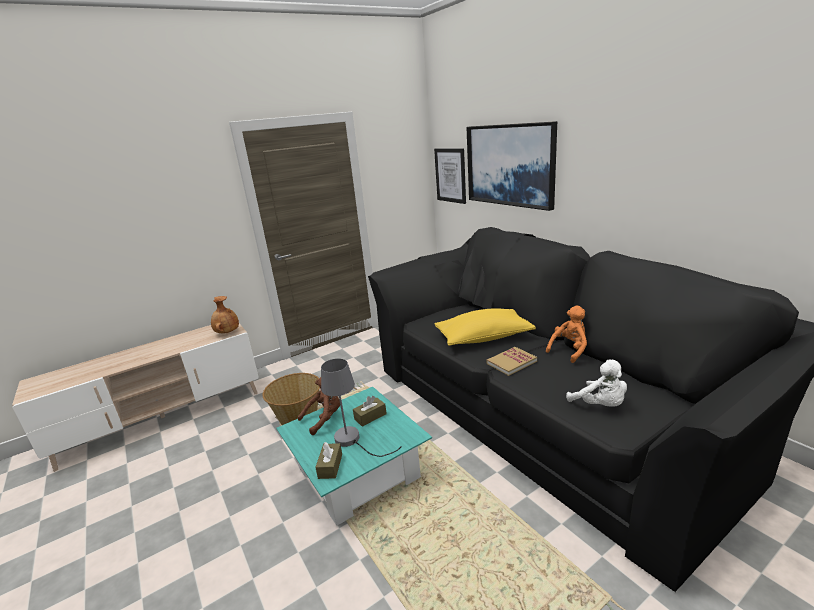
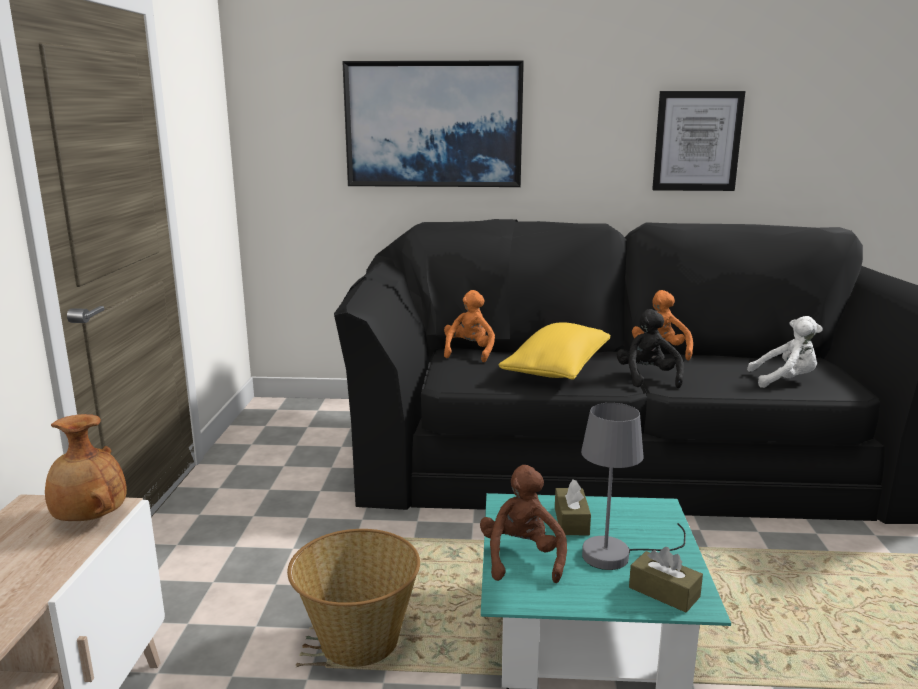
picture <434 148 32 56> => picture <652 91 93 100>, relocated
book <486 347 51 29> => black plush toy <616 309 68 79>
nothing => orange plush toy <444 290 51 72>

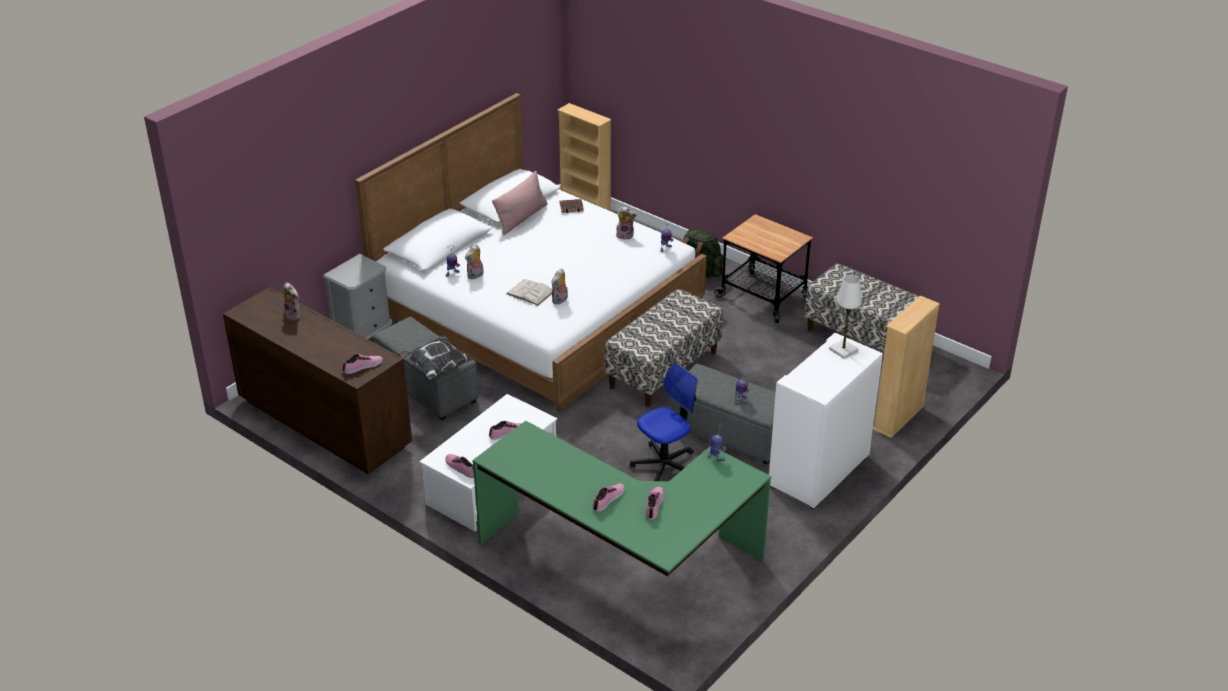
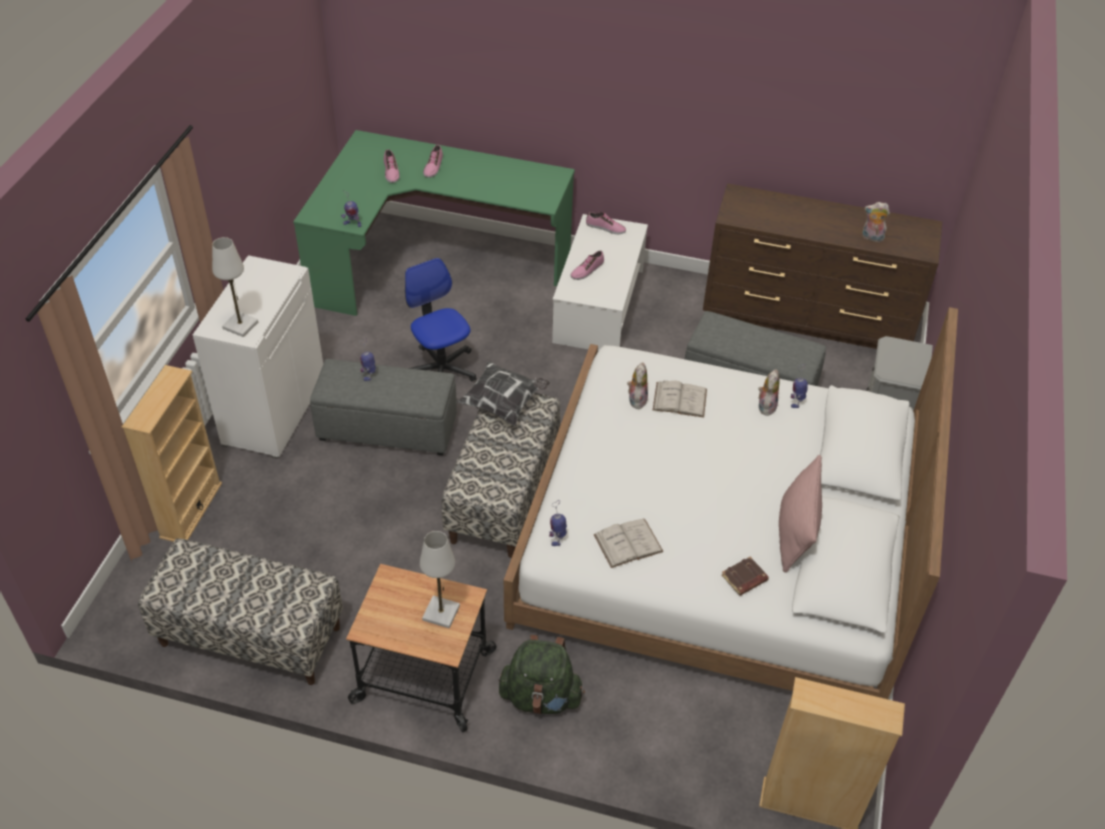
plush toy <616 206 21 34> => white book <593 519 71 49>
pillow <397 335 77 45> => pillow <456 361 94 65>, relocated
shoe <343 354 40 20> => nothing
office chair <630 363 67 118> => office chair <405 258 72 124>, 120 degrees clockwise
nothing => white table lamp <420 531 40 97>

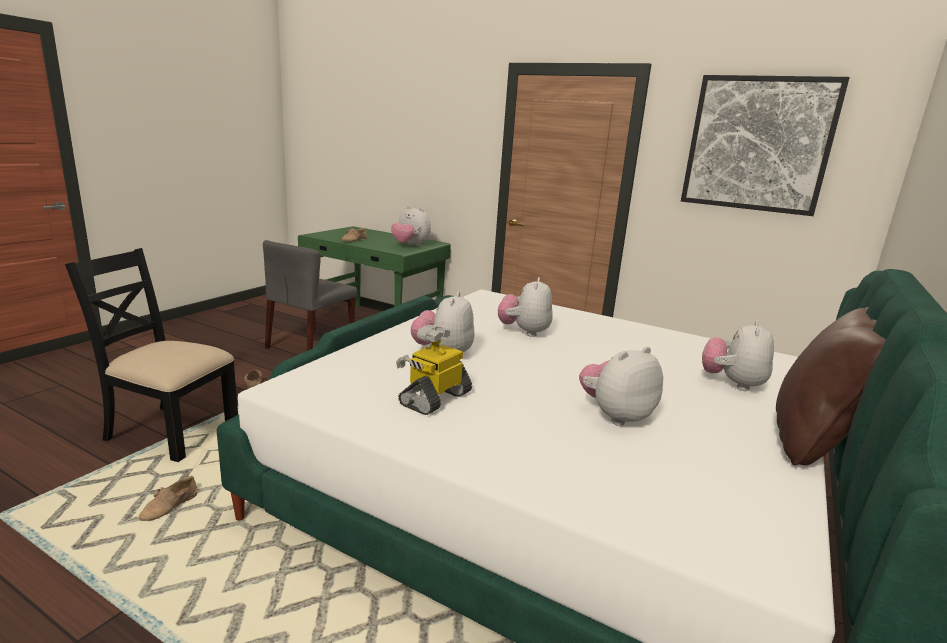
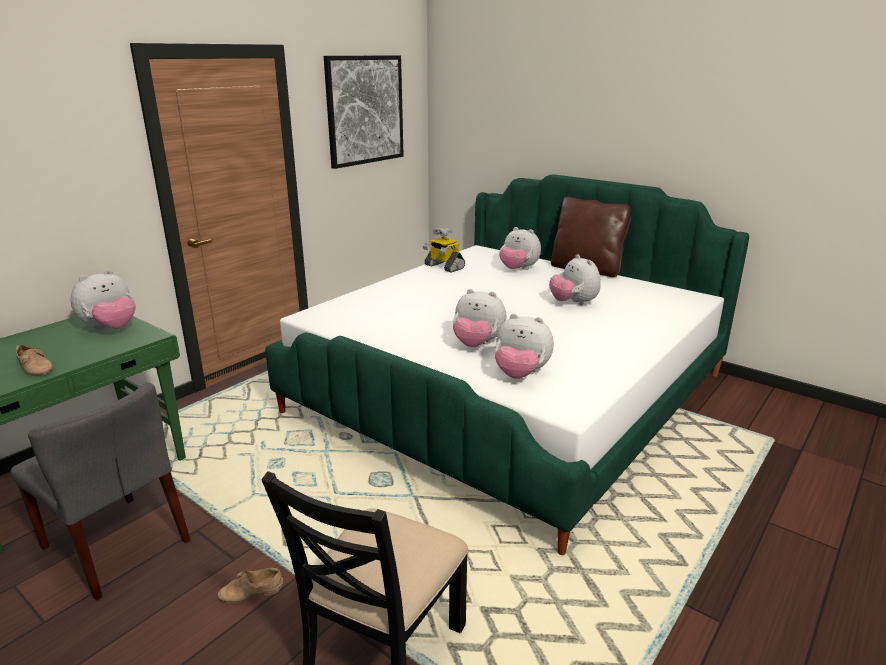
plush toy <498 277 55 60> => plush toy <495 314 59 65>, relocated
toy robot <396 325 76 90> => toy robot <423 227 42 46>, relocated
beige shoe <139 476 59 45> => nothing

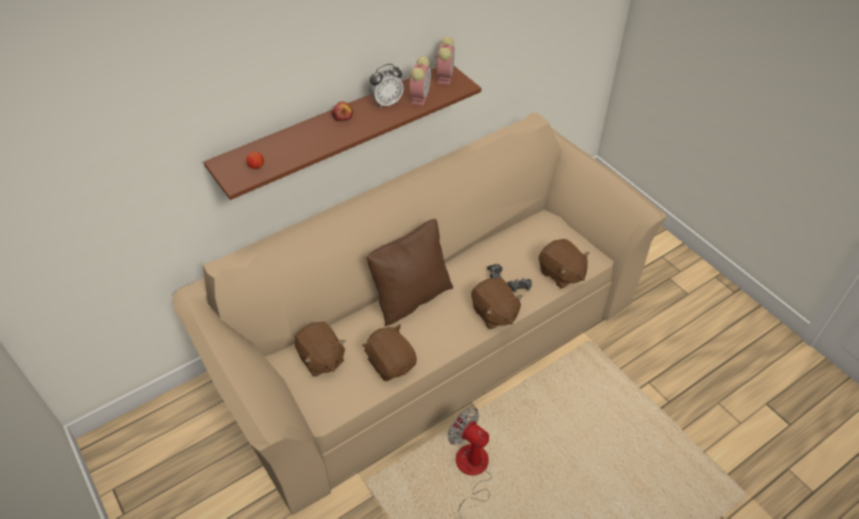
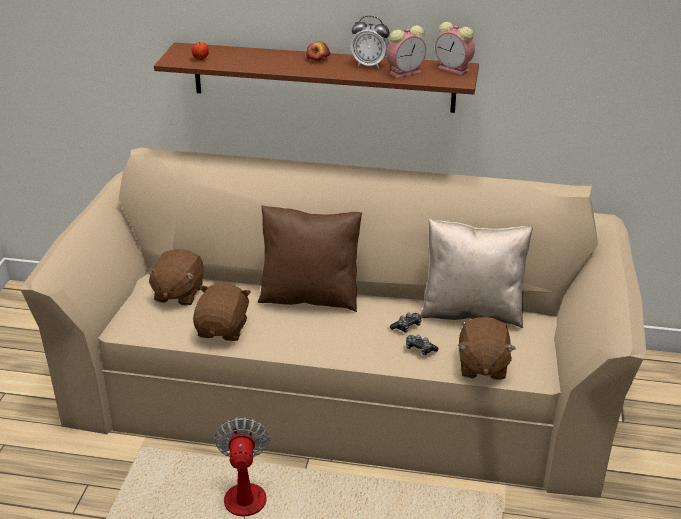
alarm clock <435 37 20 48> => alarm clock <435 22 40 53>, 75 degrees clockwise
brown plush toy <471 278 52 51> => nothing
nothing => beige pillow <420 219 113 109>

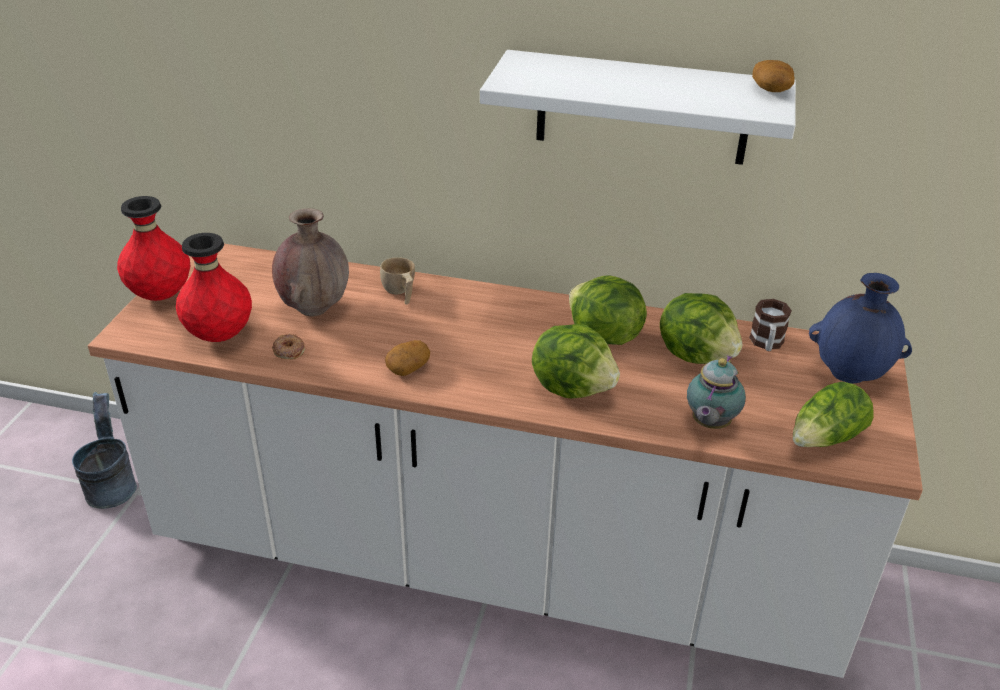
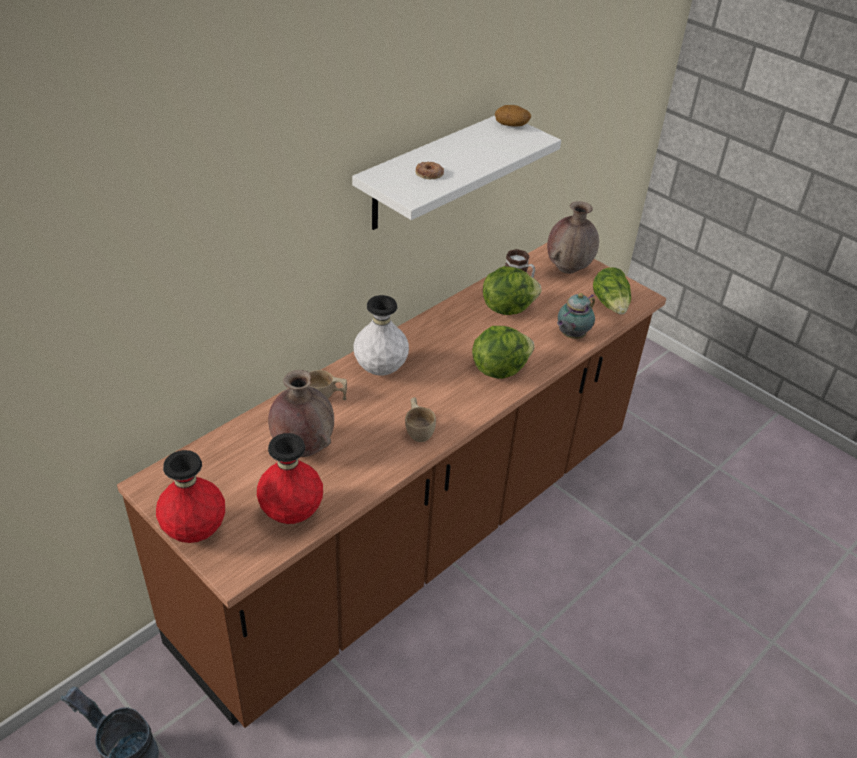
white counter <88 244 835 434> => brown counter <117 243 549 485>
blue vase <809 273 103 111> => brown vase <547 201 52 73>
lettuce <569 275 78 70> => nothing
donut <272 334 33 25> => donut <416 162 28 17>, relocated
potato <385 340 45 36> => beige cup <405 397 31 45>
teapot <687 355 59 74> => teapot <557 293 38 46>, 75 degrees clockwise
nothing => white vase <354 295 55 80>

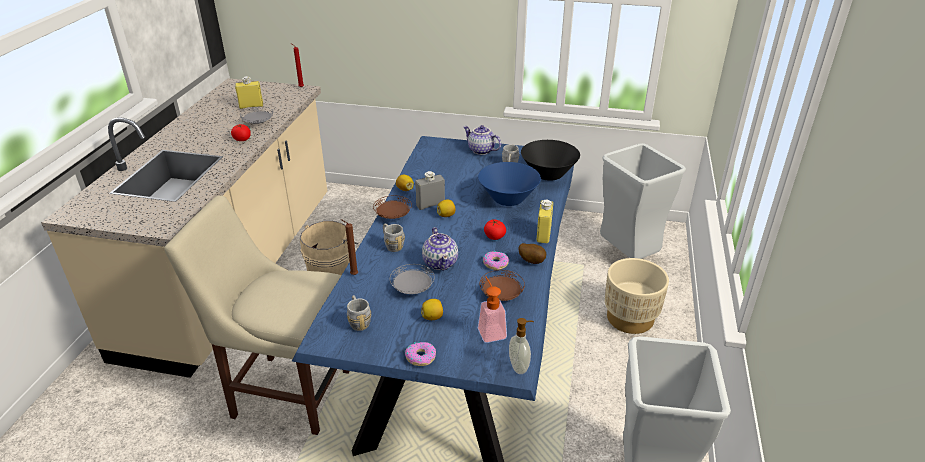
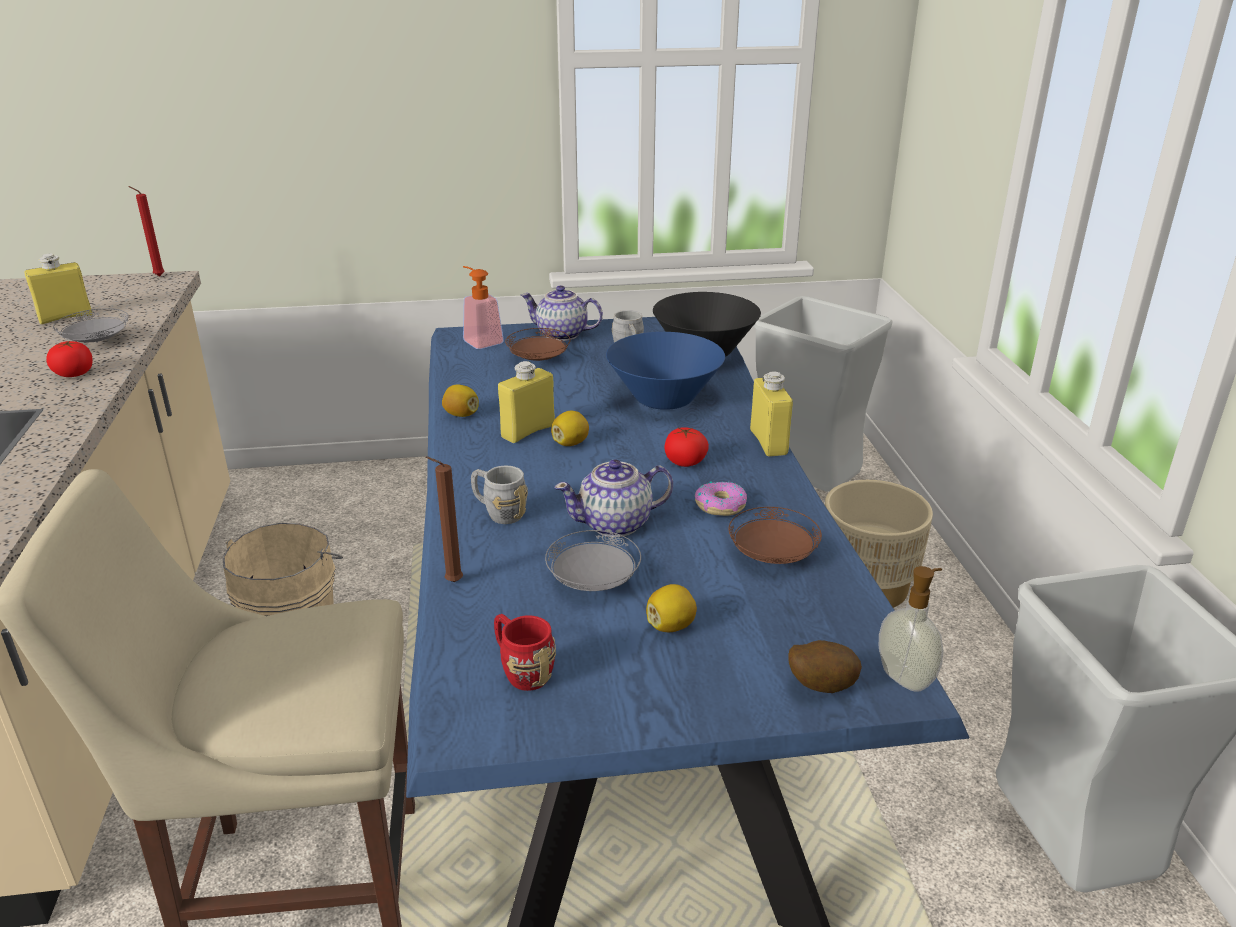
grey bottle <415 171 30 39> => yellow bottle <498 361 57 82>
brown plate <373 195 39 24> => brown plate <505 328 66 33>, relocated
teapot <422 227 36 44> => teapot <554 460 119 77>, 105 degrees clockwise
potato <519 243 27 21> => potato <788 640 74 53>, relocated
soap dispenser <478 277 29 66> => soap dispenser <463 266 41 83>, relocated
grey mug <347 295 24 36> => red mug <494 614 62 77>
donut <405 342 31 24> => nothing

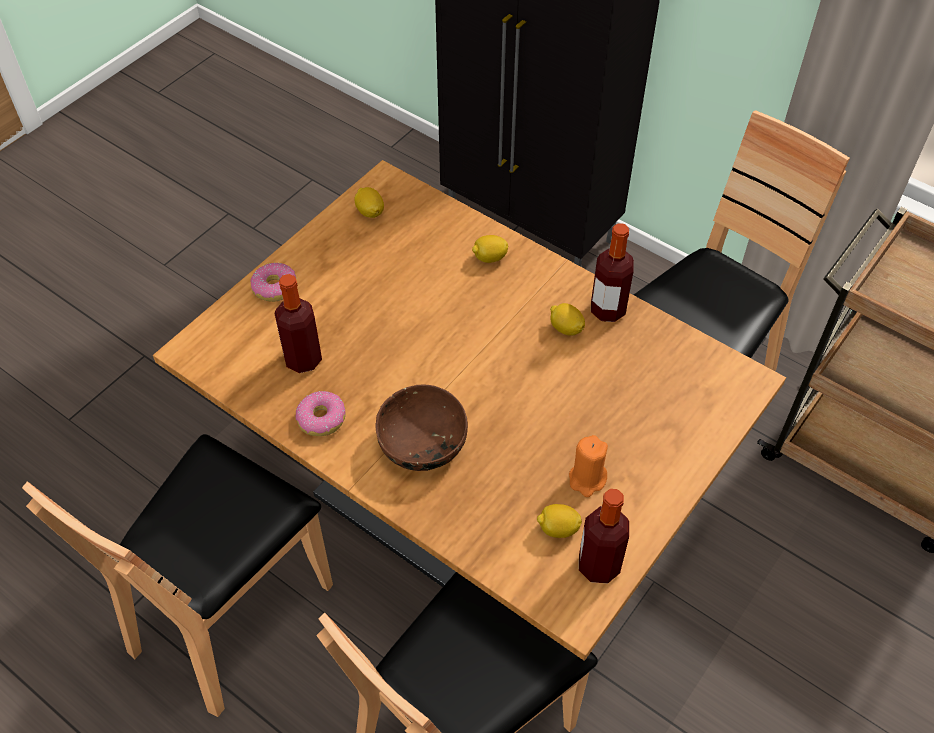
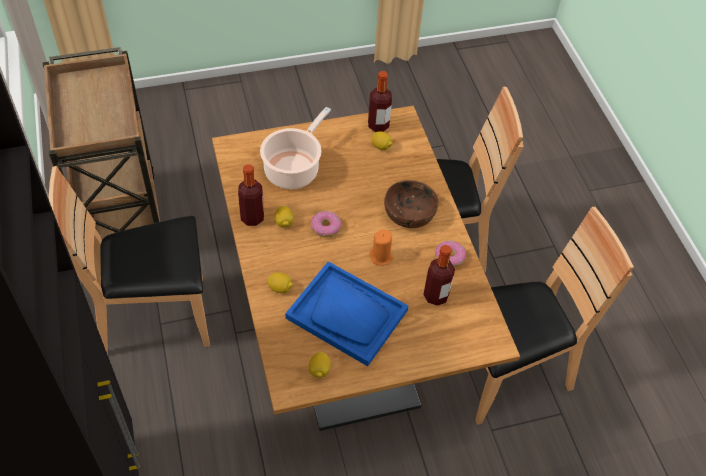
donut <250 263 46 39> => donut <311 211 31 27>, relocated
orange candle <569 435 39 62> => orange candle <369 230 24 35>, relocated
nothing => cooking pot <260 107 71 82>
nothing => blue tray <285 262 124 104>

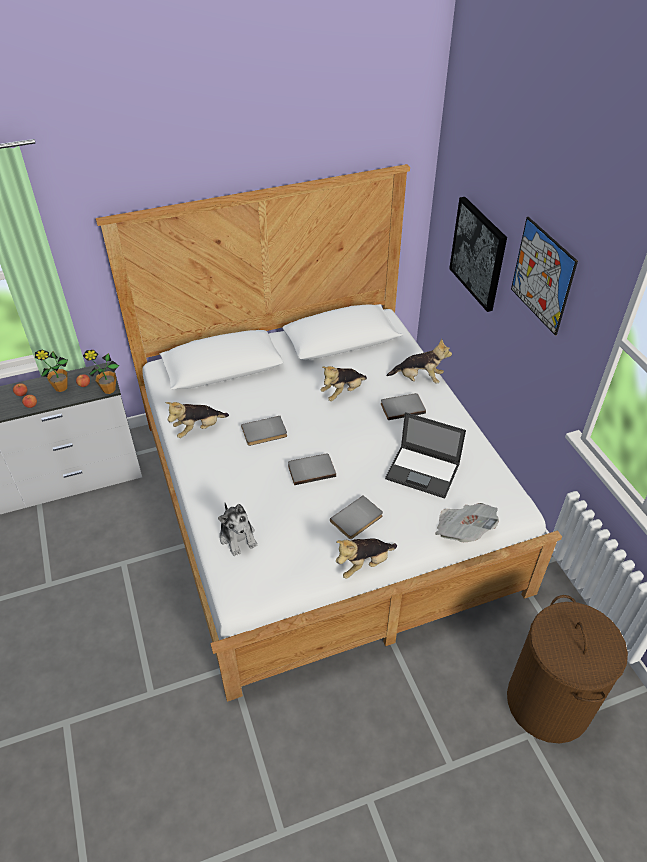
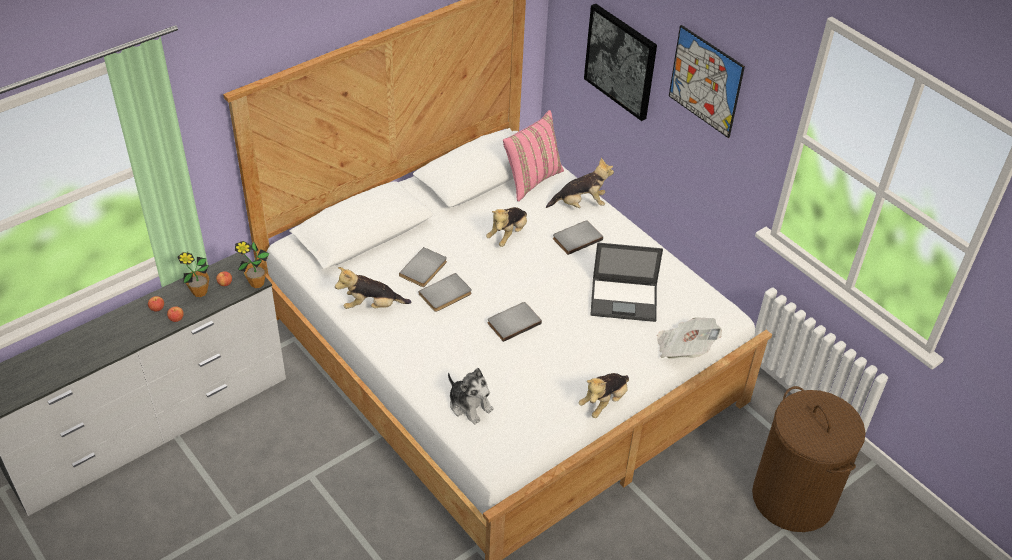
plush toy <166 402 63 36> => plush toy <335 267 76 42>, 45 degrees clockwise
grey book <330 495 53 44> => grey book <399 247 48 40>, relocated
nothing => pink pillow <503 110 61 92>

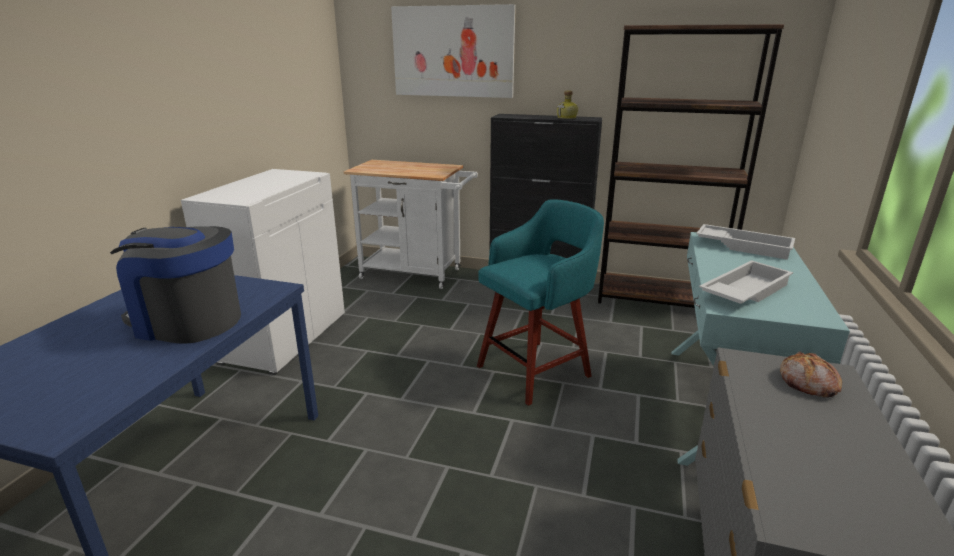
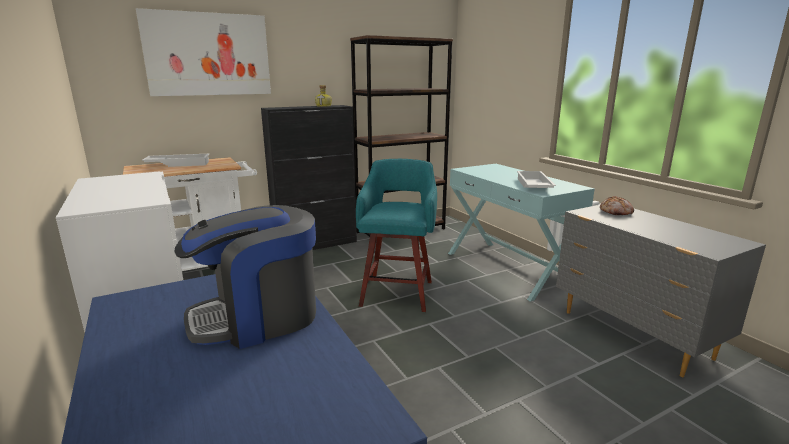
white tray <696 224 99 36> => white tray <142 154 67 13>, relocated

